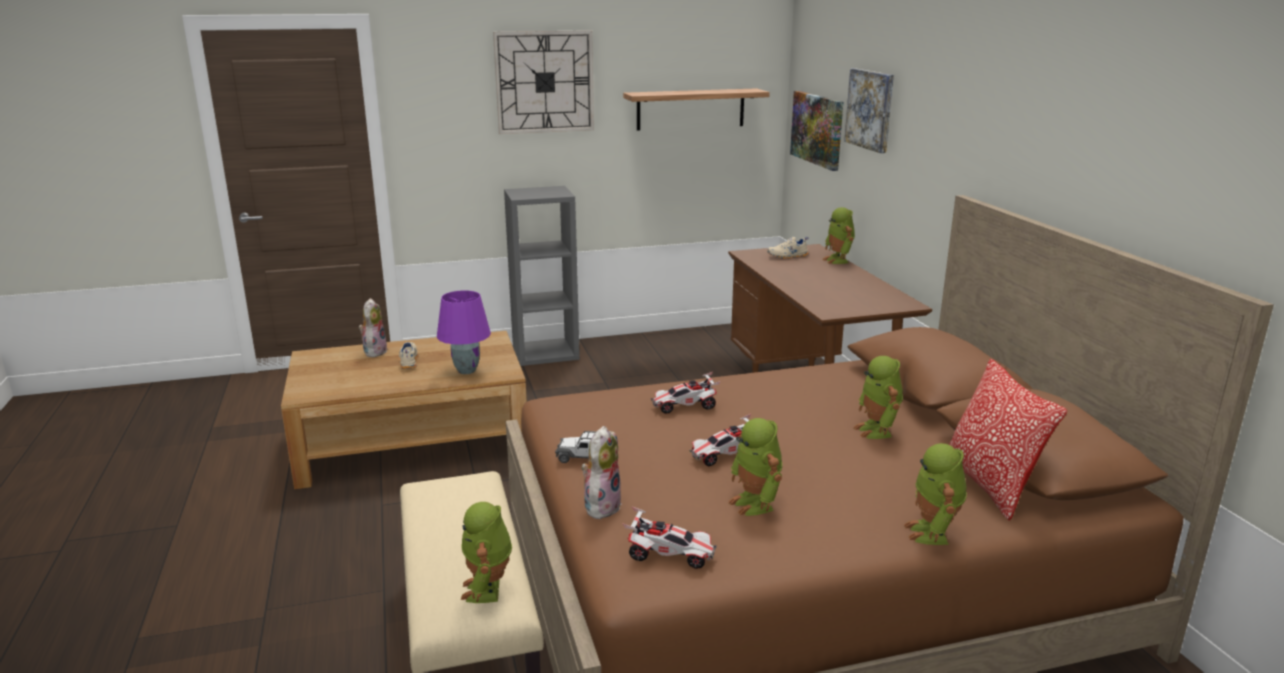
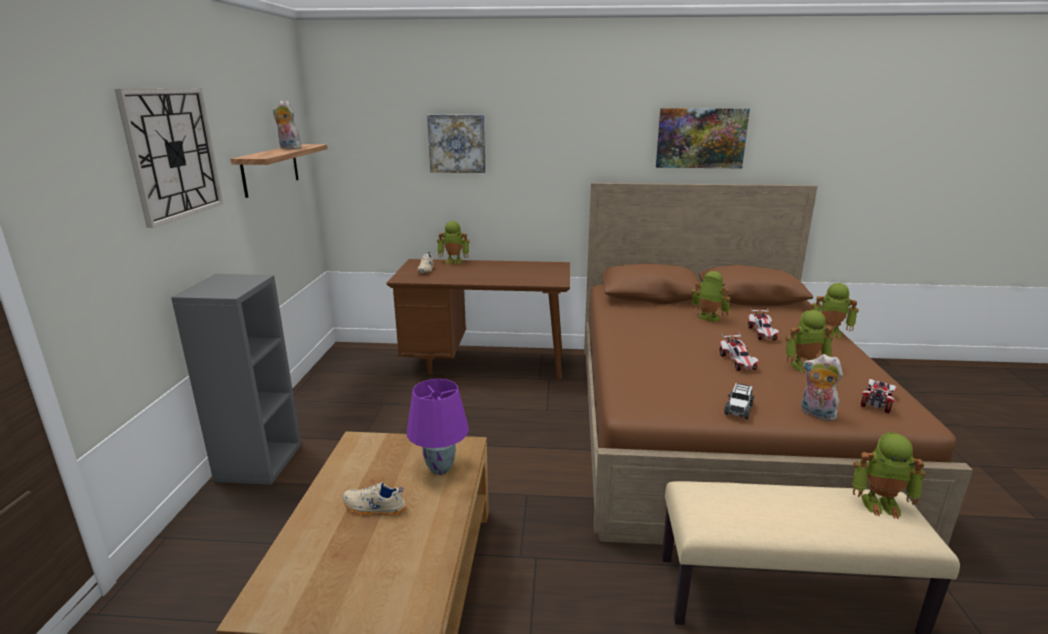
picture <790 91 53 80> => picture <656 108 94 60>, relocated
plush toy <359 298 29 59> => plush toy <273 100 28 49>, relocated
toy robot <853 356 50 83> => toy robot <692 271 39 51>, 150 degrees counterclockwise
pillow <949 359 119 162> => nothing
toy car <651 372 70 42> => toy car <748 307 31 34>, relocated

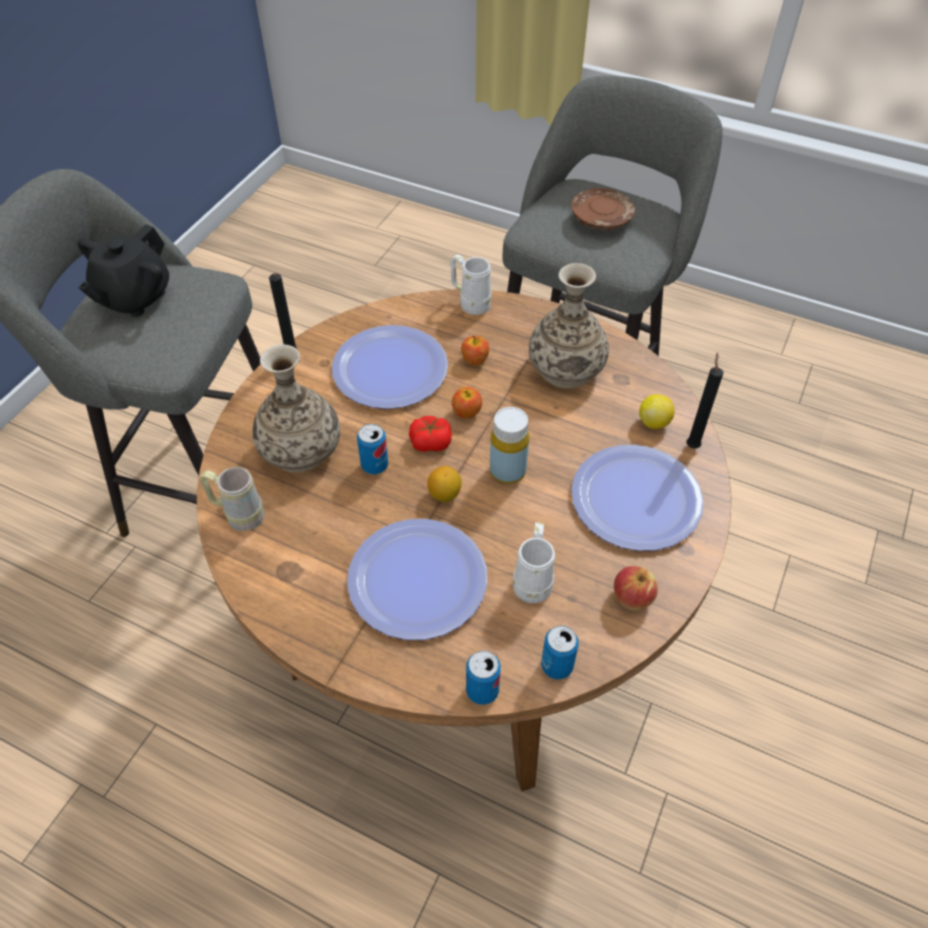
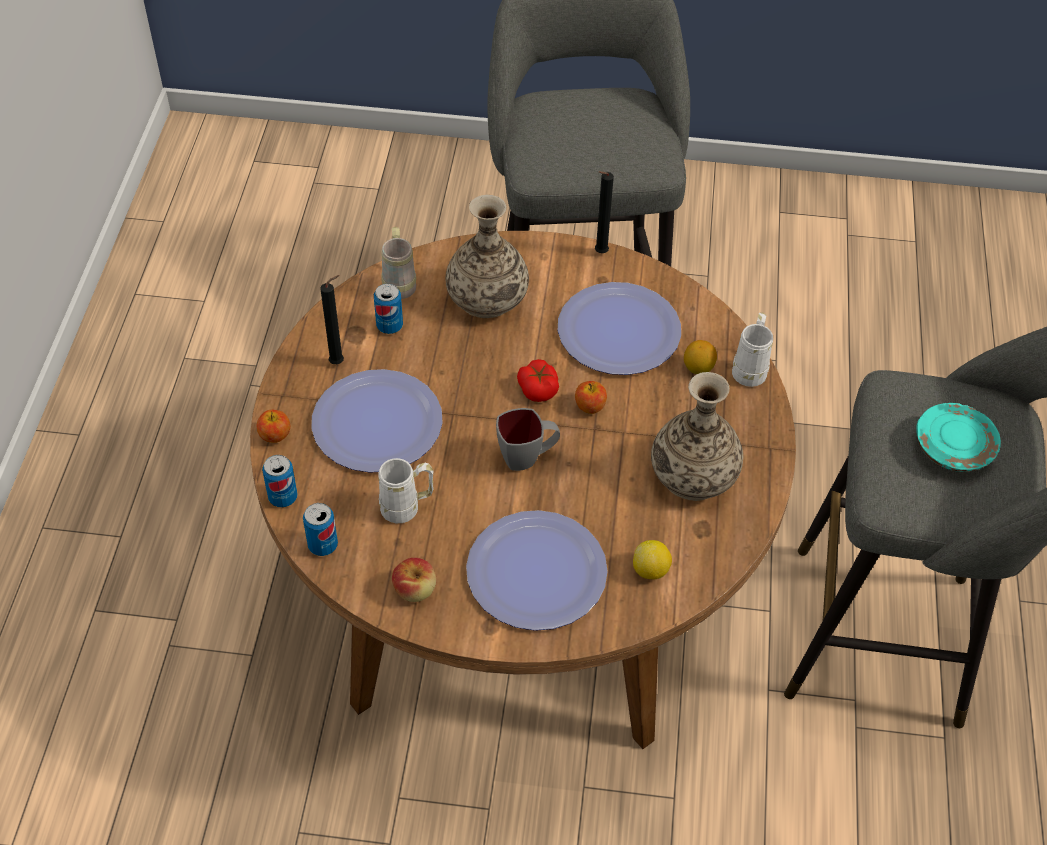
brown plate <571 188 64 42> => turquoise plate <916 403 85 69>
black teapot <77 224 92 93> => nothing
apple <461 336 28 29> => apple <257 410 33 33>, relocated
black candle <686 352 38 97> => black candle <321 275 23 89>, relocated
yellow bottle <490 407 39 77> => grey mug <496 408 64 63>
can <357 424 31 50> => can <374 283 29 51>, relocated
lemon <427 466 35 36> => lemon <684 340 33 34>, relocated

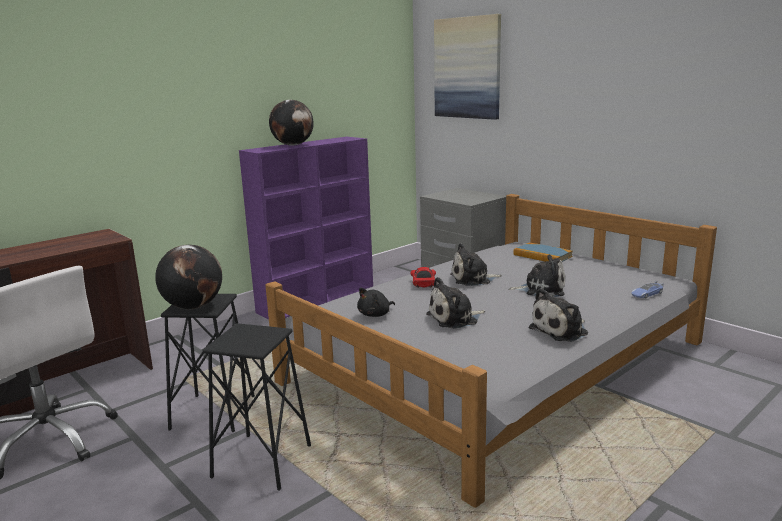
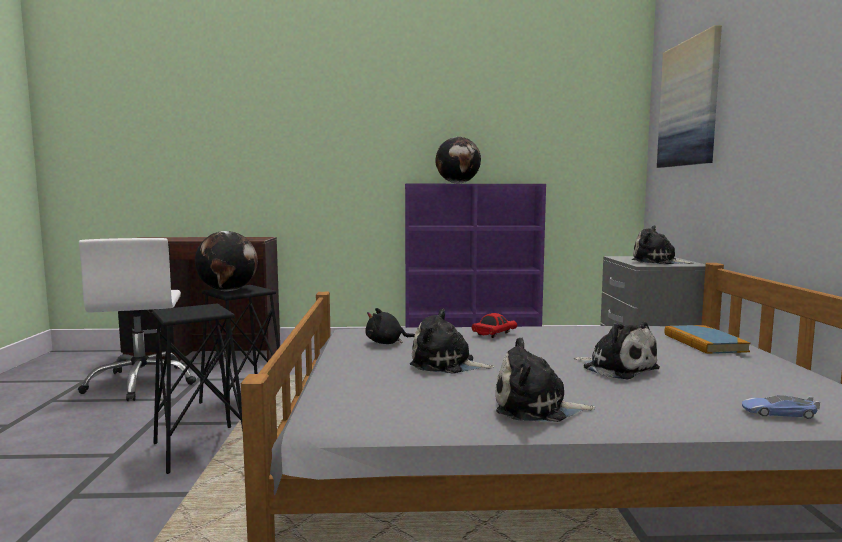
plush toy <450 243 52 43> => plush toy <632 226 62 38>, relocated

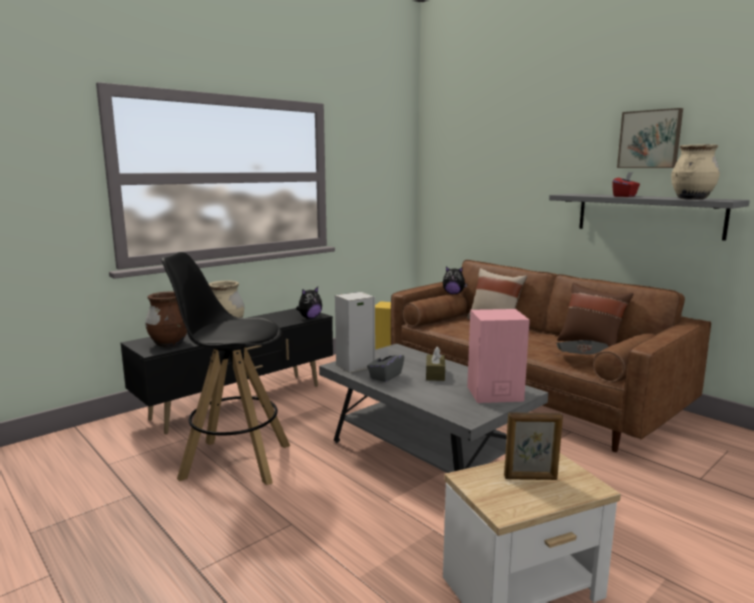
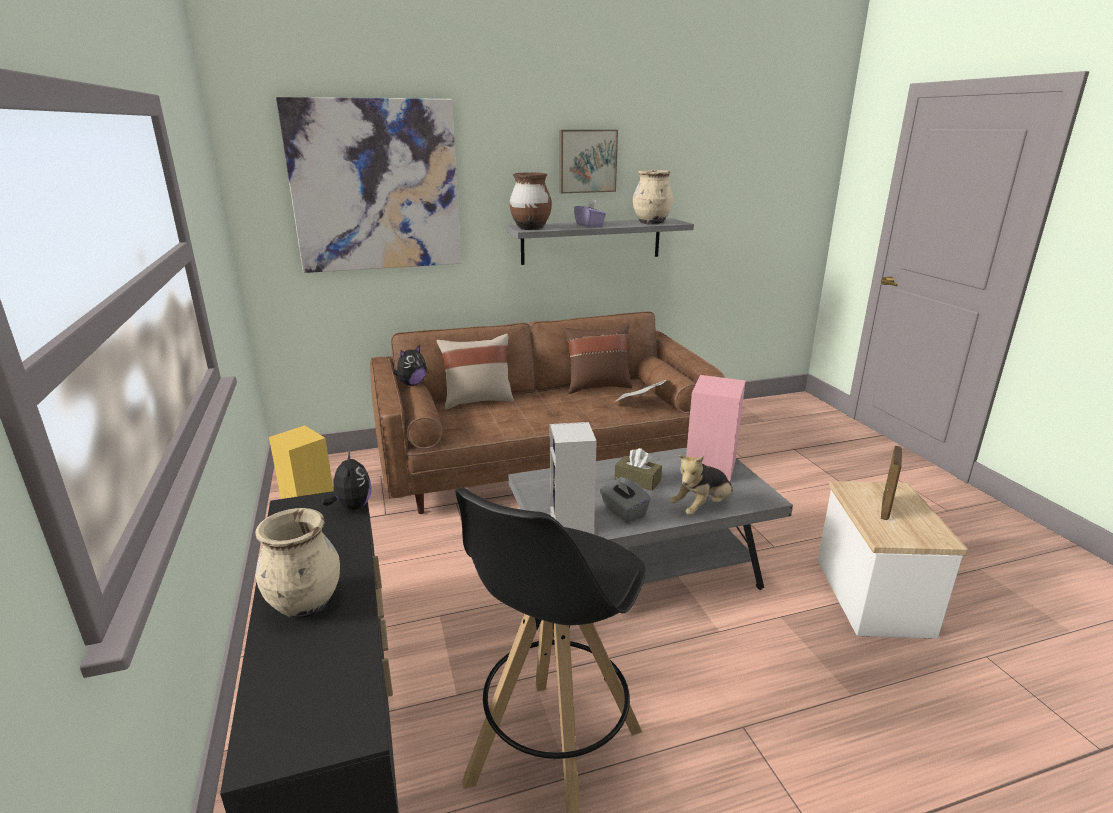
red tissue box <612 172 28 25> => purple tissue box <574 199 32 28>
brown vase <145 291 42 56> => brown vase <509 172 43 58>, relocated
nothing => picture <276 97 186 176>
nothing => plush toy <670 455 63 60>

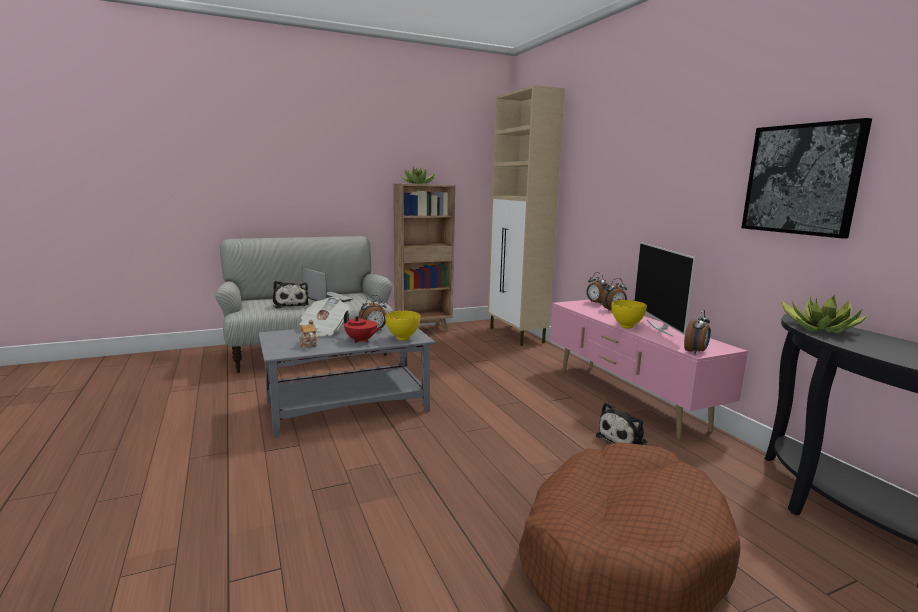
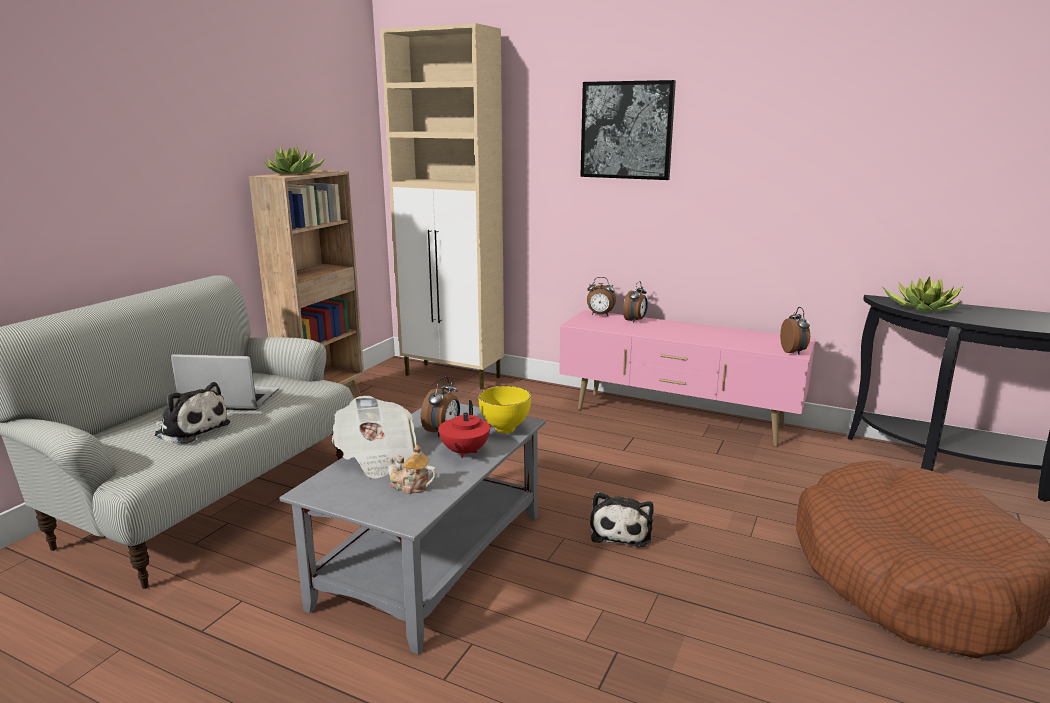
picture <741 118 131 121> => picture <580 80 96 100>, relocated
television <634 242 62 95> => nothing
yellow bowl <612 300 35 28> => nothing
red teapot <344 310 36 33> => red teapot <439 400 51 58>, 105 degrees clockwise
plush toy <596 402 51 43> => plush toy <590 492 64 56>, relocated

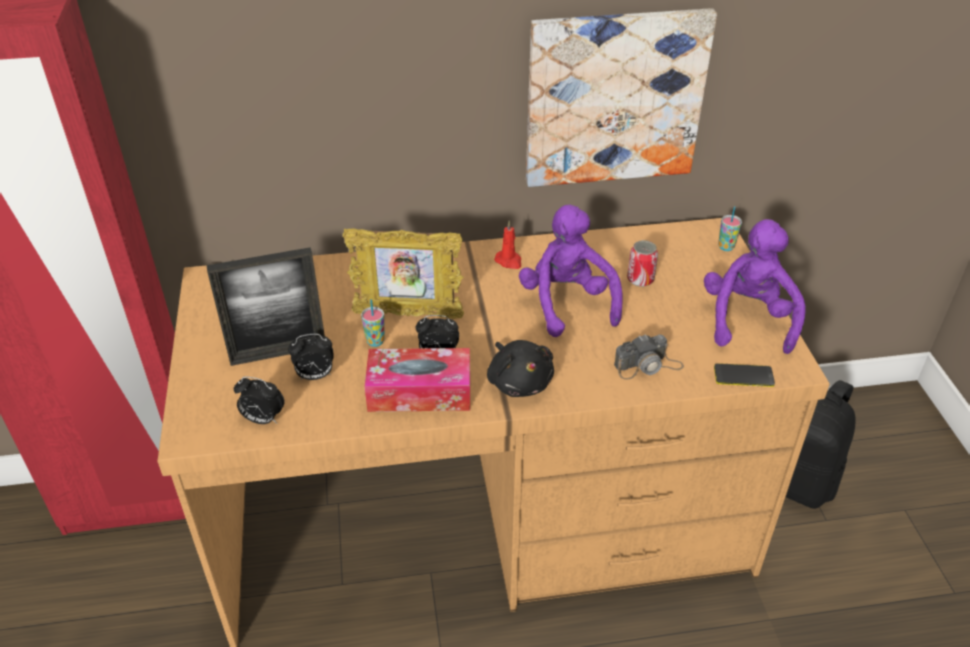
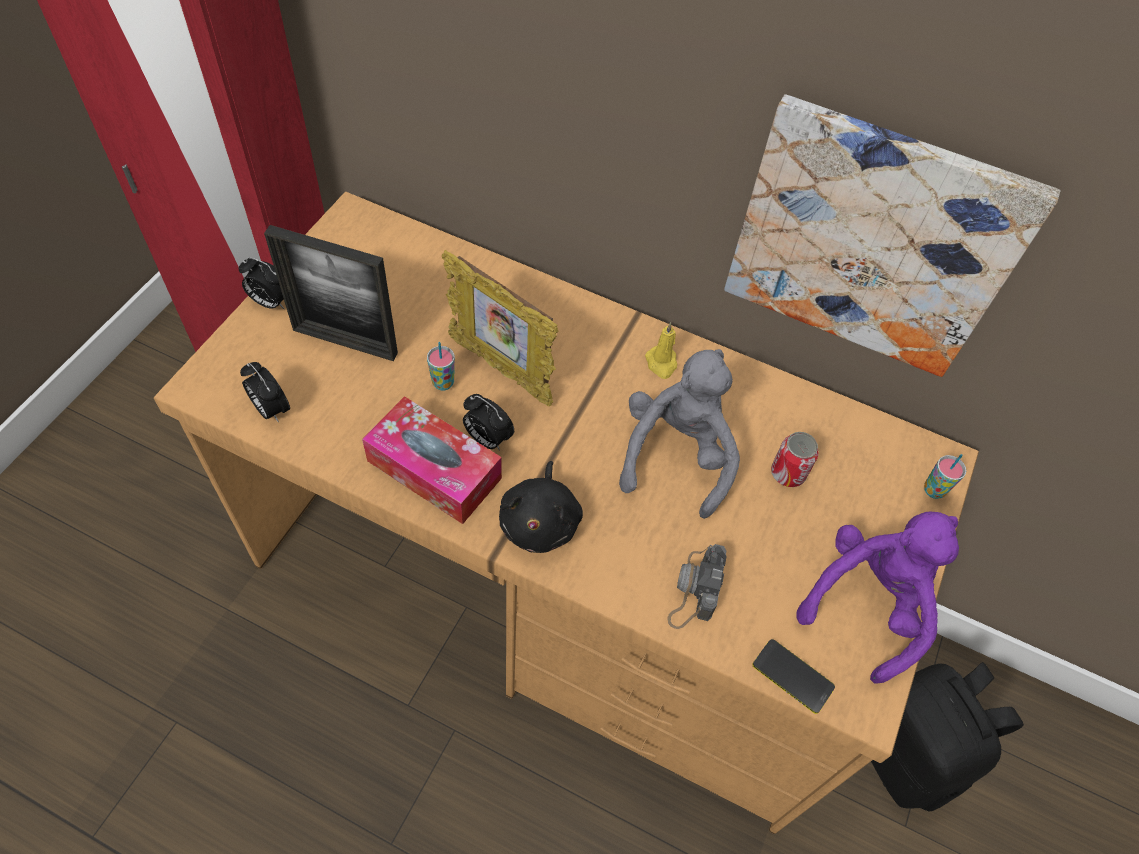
purple plush toy <519 205 104 132> => grey plush toy <619 349 121 170>
red candle <494 221 28 48> => yellow candle <645 322 32 57>
alarm clock <288 334 46 46> => alarm clock <238 257 47 53>, relocated
photo camera <614 334 70 45> => photo camera <667 544 60 85>, 90 degrees clockwise

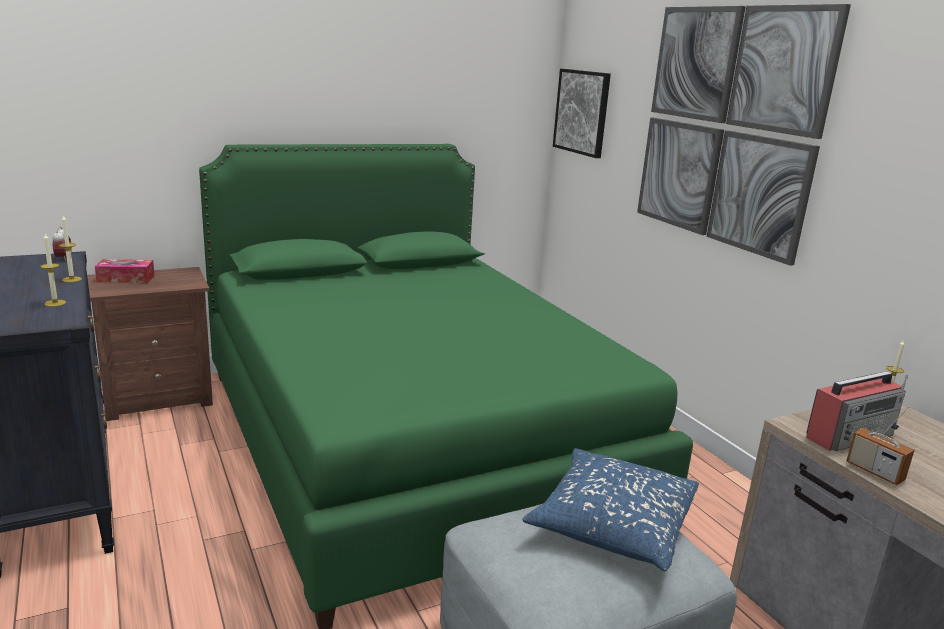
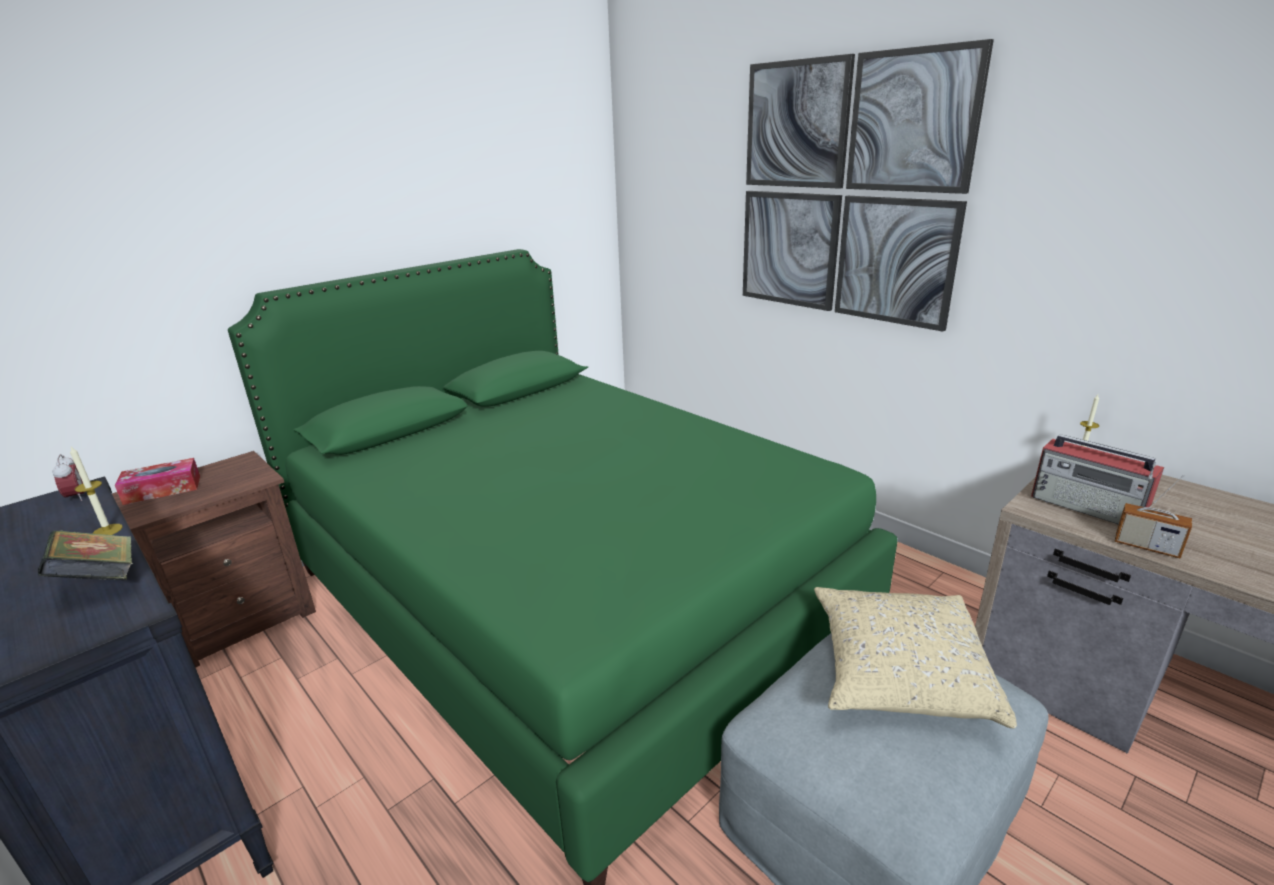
picture <553 69 58 89> => nothing
candle <40 234 26 73> => book <38 530 95 50>
radio <806 371 102 80> => radio <1031 434 133 91>, 90 degrees clockwise
blue pillow <522 448 177 123> => beige pillow <814 587 203 141>

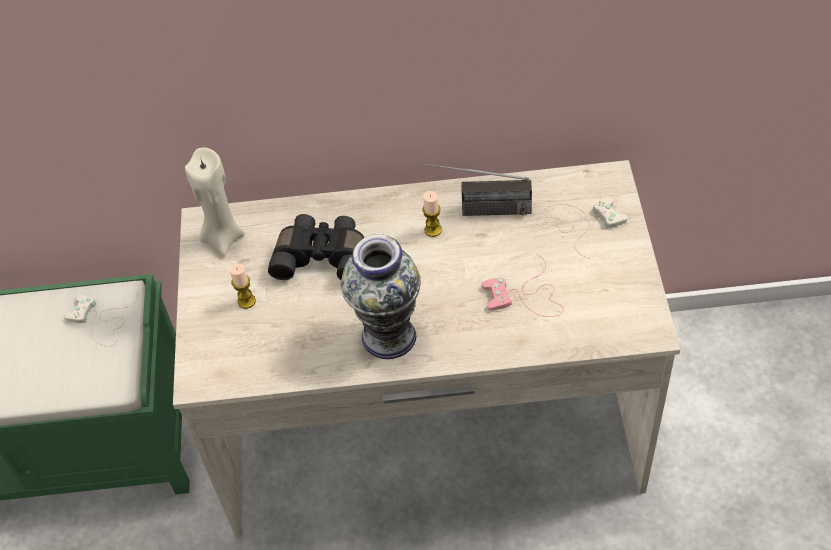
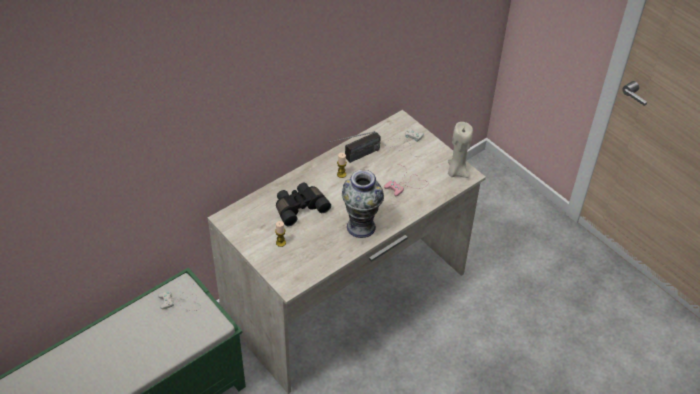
beige candle <185 148 60 107> => beige candle <448 122 25 56>, relocated

